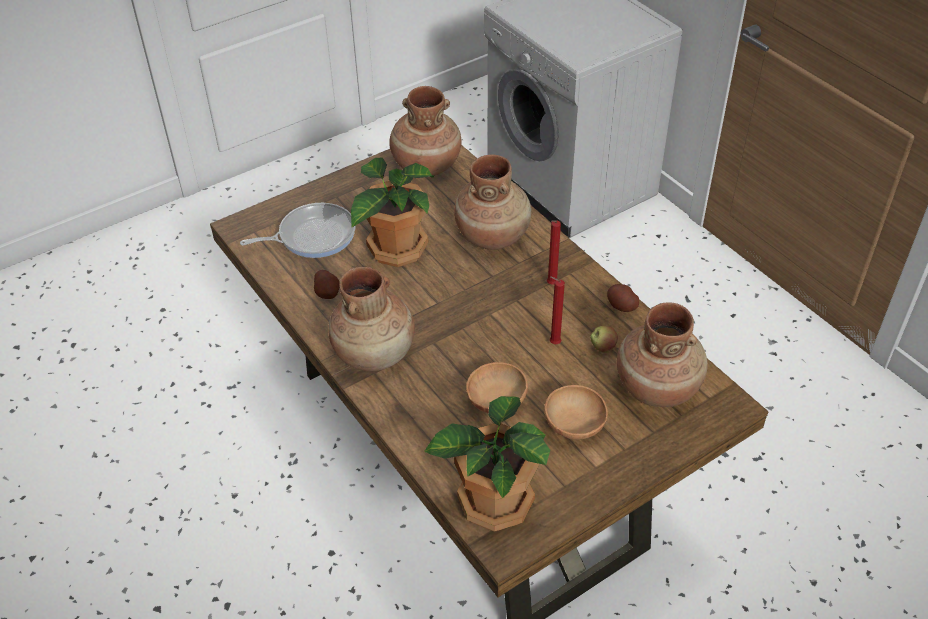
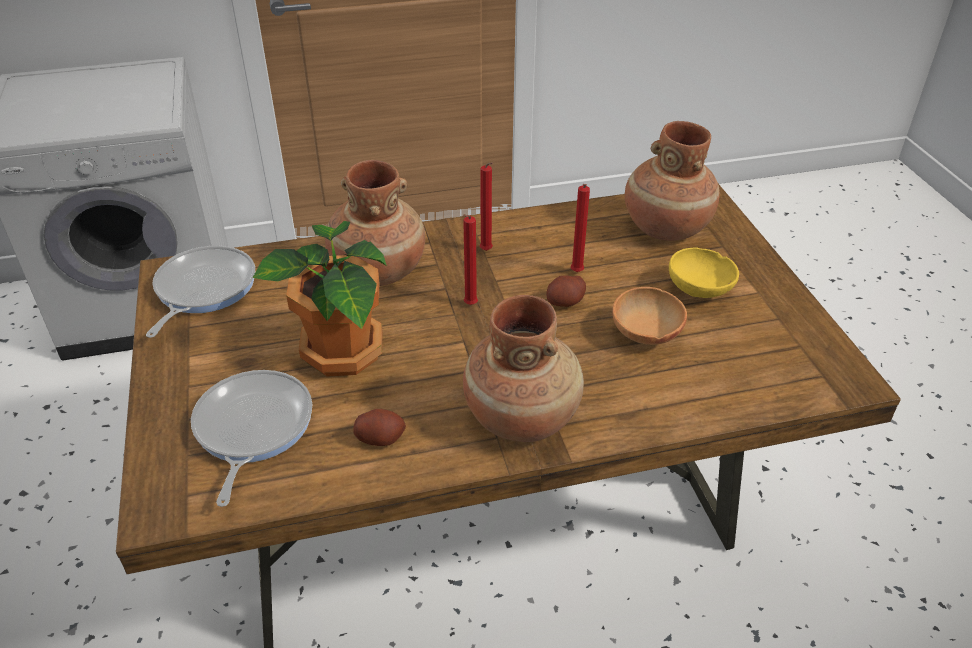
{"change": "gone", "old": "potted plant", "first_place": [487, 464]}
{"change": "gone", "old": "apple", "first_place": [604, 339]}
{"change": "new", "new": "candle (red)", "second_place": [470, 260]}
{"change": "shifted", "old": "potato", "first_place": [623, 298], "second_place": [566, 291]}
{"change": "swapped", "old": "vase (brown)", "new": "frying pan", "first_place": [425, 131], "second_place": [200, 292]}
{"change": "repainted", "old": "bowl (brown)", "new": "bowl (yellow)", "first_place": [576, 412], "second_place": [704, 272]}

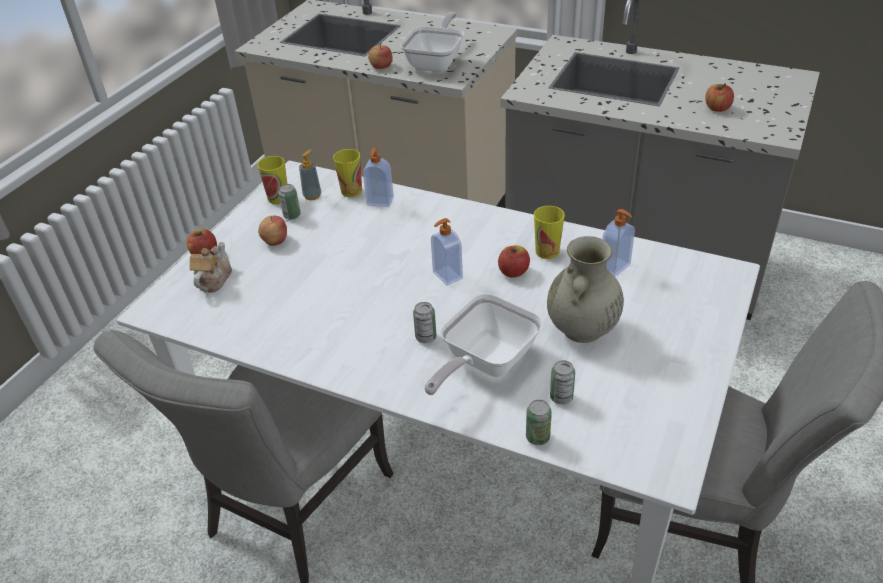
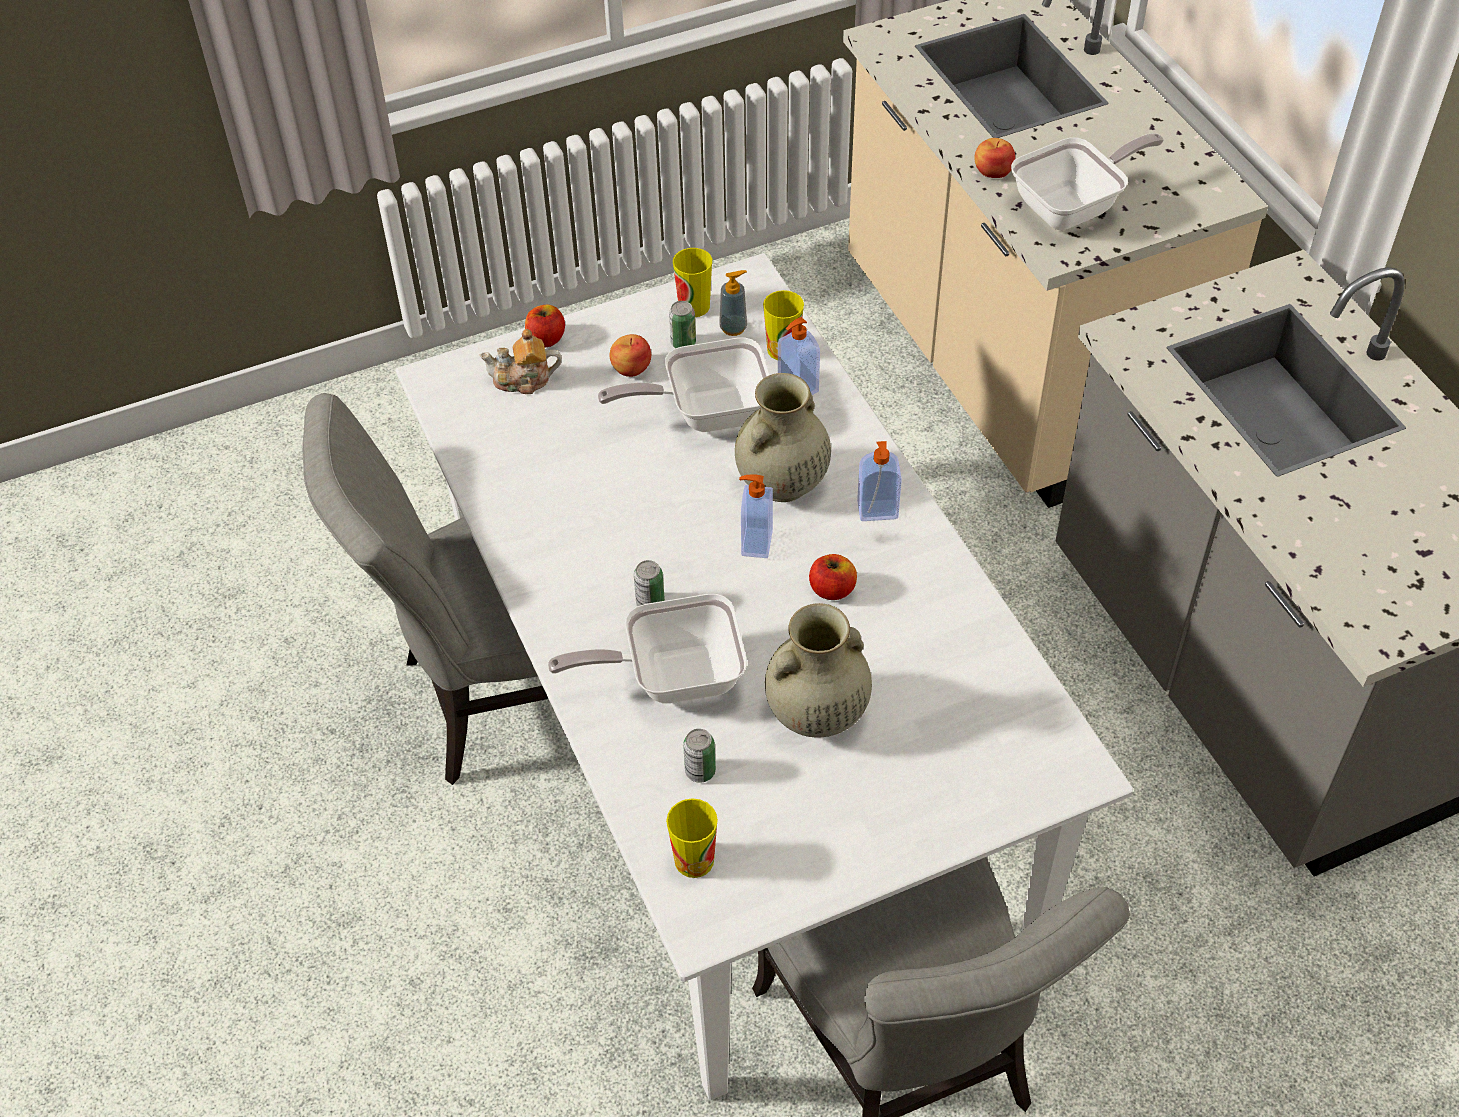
{"change": "gone", "old": "can", "first_place": [539, 422]}
{"change": "gone", "old": "apple", "first_place": [719, 98]}
{"change": "new", "new": "frying pan", "second_place": [684, 384]}
{"change": "new", "new": "vase (beige)", "second_place": [783, 437]}
{"change": "shifted", "old": "cup", "first_place": [549, 232], "second_place": [692, 838]}
{"change": "shifted", "old": "soap dispenser", "first_place": [619, 243], "second_place": [879, 481]}
{"change": "rotated", "old": "teapot", "first_place": [211, 267], "second_place": [521, 361], "degrees": -150}

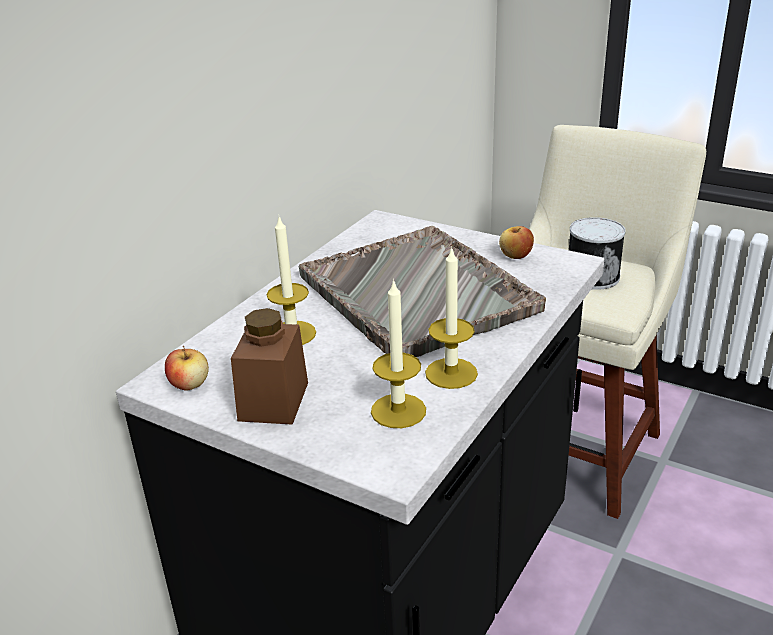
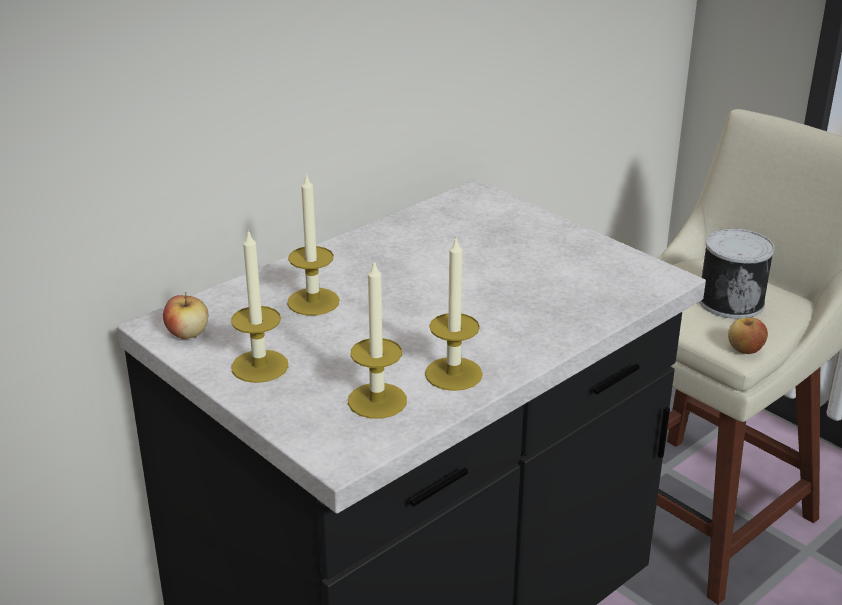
{"change": "gone", "old": "tray (grey)", "first_place": [422, 291]}
{"change": "shifted", "old": "apple", "first_place": [516, 242], "second_place": [748, 336]}
{"change": "swapped", "old": "jar (brown)", "new": "candle", "first_place": [269, 366], "second_place": [259, 306]}

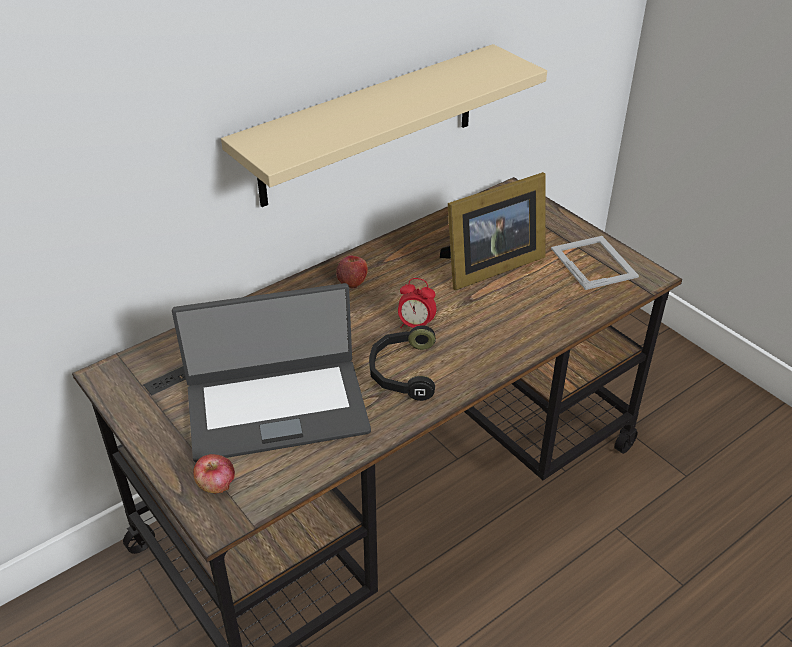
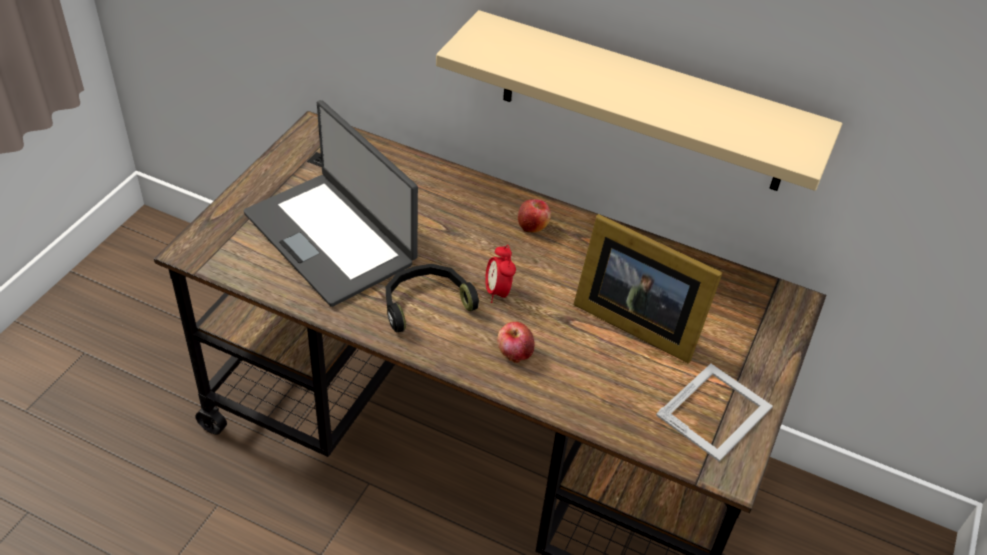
{"change": "shifted", "old": "apple", "first_place": [214, 474], "second_place": [516, 342]}

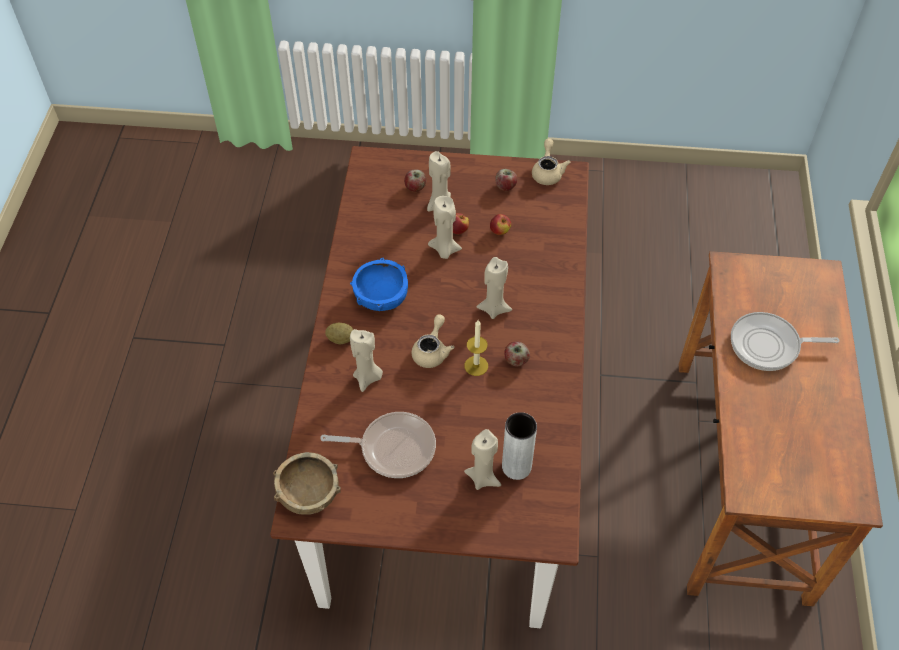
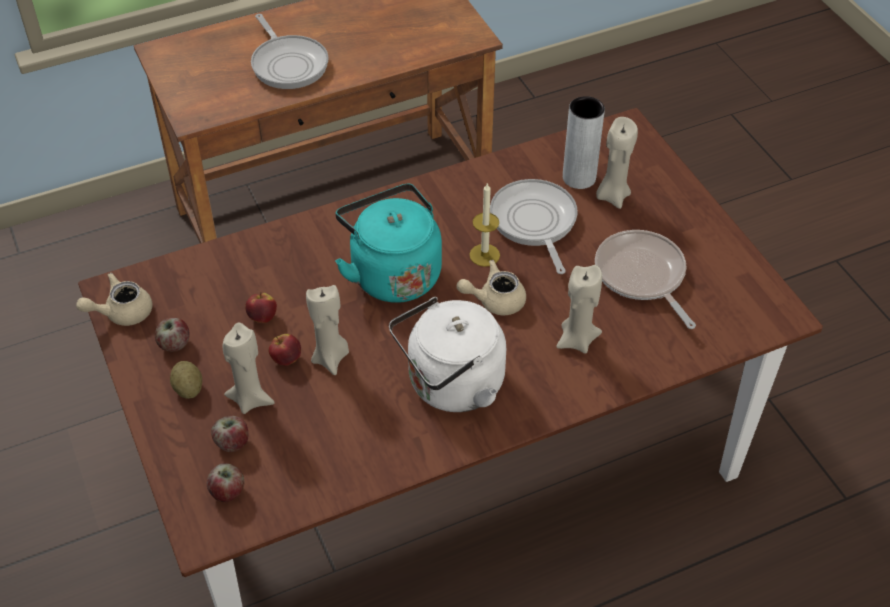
{"change": "gone", "old": "bowl (brown)", "first_place": [307, 483]}
{"change": "new", "new": "frying pan", "second_place": [534, 226]}
{"change": "shifted", "old": "potato", "first_place": [339, 333], "second_place": [186, 380]}
{"change": "shifted", "old": "apple", "first_place": [517, 354], "second_place": [225, 482]}
{"change": "swapped", "old": "bowl (blue)", "new": "kettle (white)", "first_place": [379, 284], "second_place": [447, 354]}
{"change": "swapped", "old": "candle (beige)", "new": "kettle (turquoise)", "first_place": [494, 288], "second_place": [388, 243]}

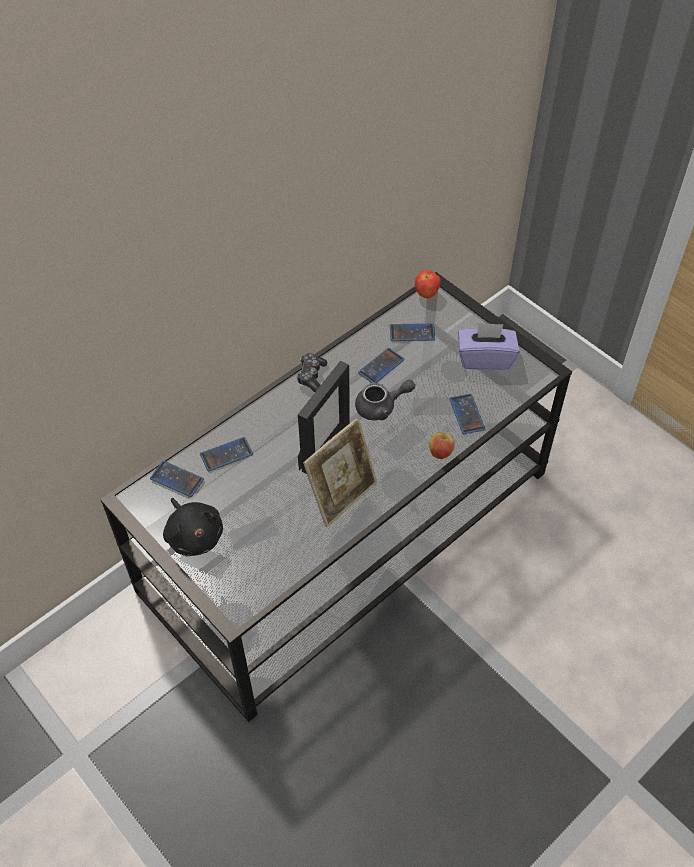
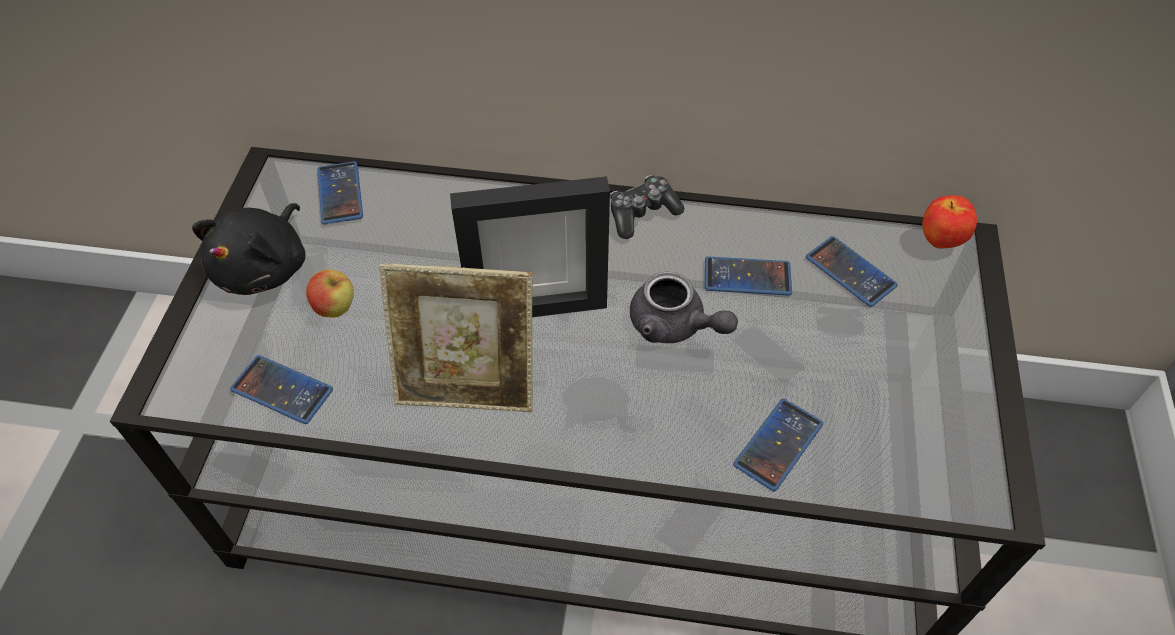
{"change": "gone", "old": "tissue box (purple)", "first_place": [488, 346]}
{"change": "shifted", "old": "phone", "first_place": [226, 454], "second_place": [281, 389]}
{"change": "shifted", "old": "apple", "first_place": [442, 444], "second_place": [330, 293]}

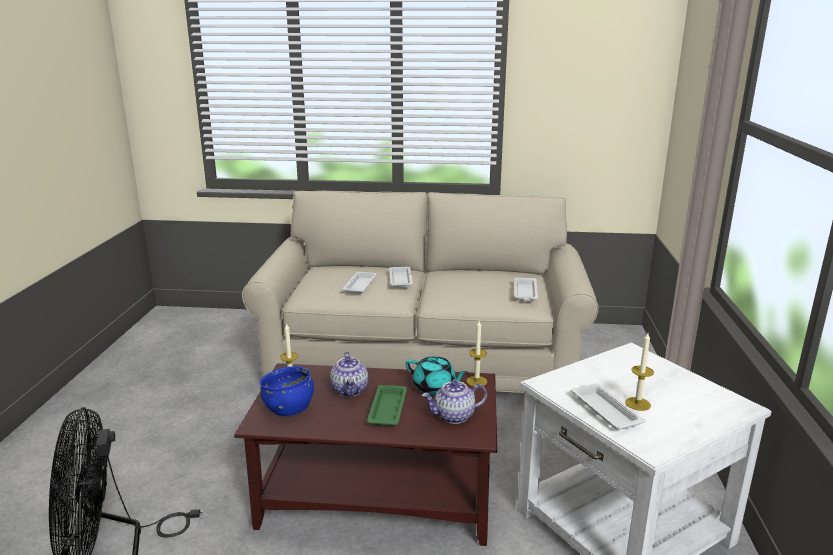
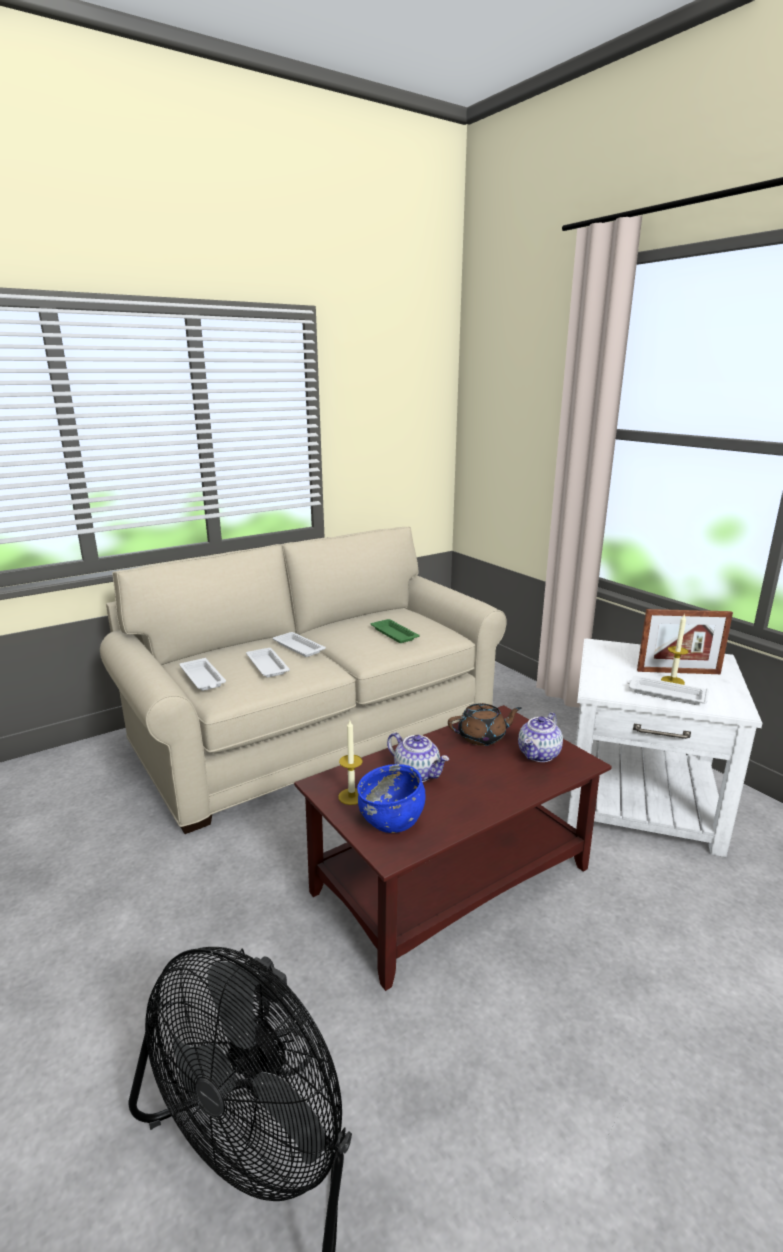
{"change": "gone", "old": "candle", "first_place": [477, 353]}
{"change": "new", "new": "picture frame", "second_place": [685, 641]}
{"change": "shifted", "old": "tray (green)", "first_place": [387, 405], "second_place": [395, 631]}
{"change": "shifted", "old": "tray (white)", "first_place": [526, 289], "second_place": [203, 674]}
{"change": "repainted", "old": "teapot (turquoise)", "new": "teapot (brown)", "first_place": [437, 375], "second_place": [485, 724]}

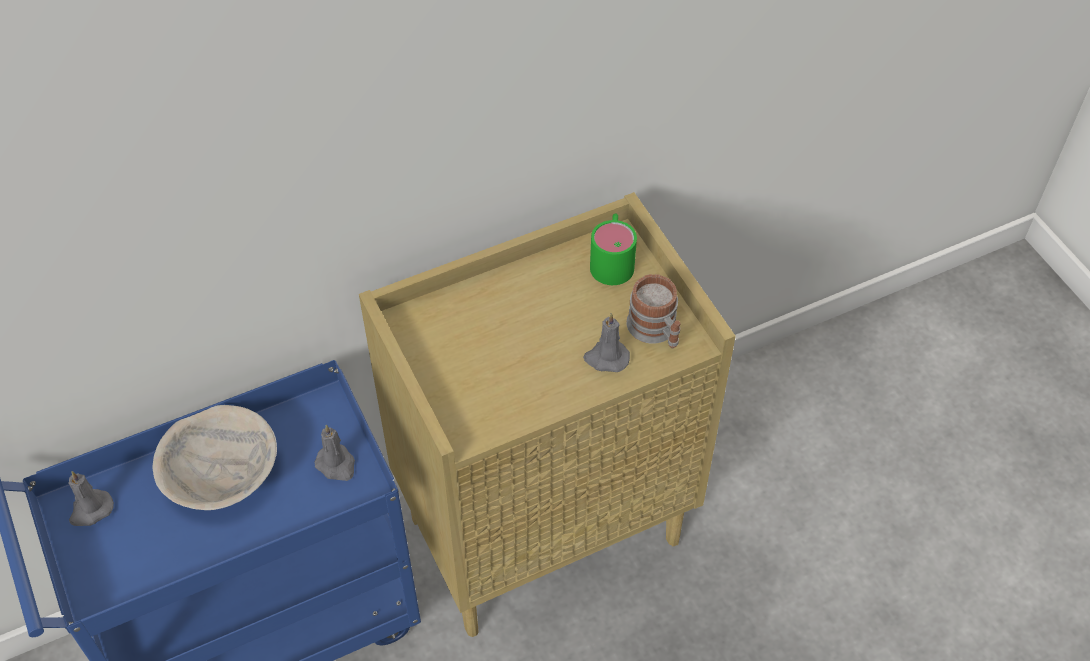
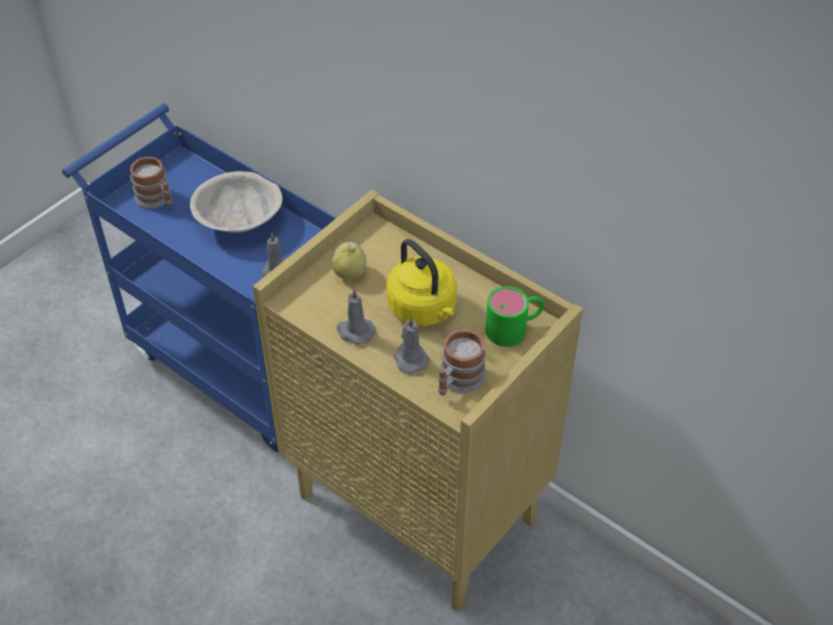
{"change": "new", "new": "mug", "second_place": [151, 182]}
{"change": "new", "new": "apple", "second_place": [349, 261]}
{"change": "new", "new": "kettle (yellow)", "second_place": [421, 282]}
{"change": "shifted", "old": "candle (grey)", "first_place": [91, 498], "second_place": [356, 316]}

